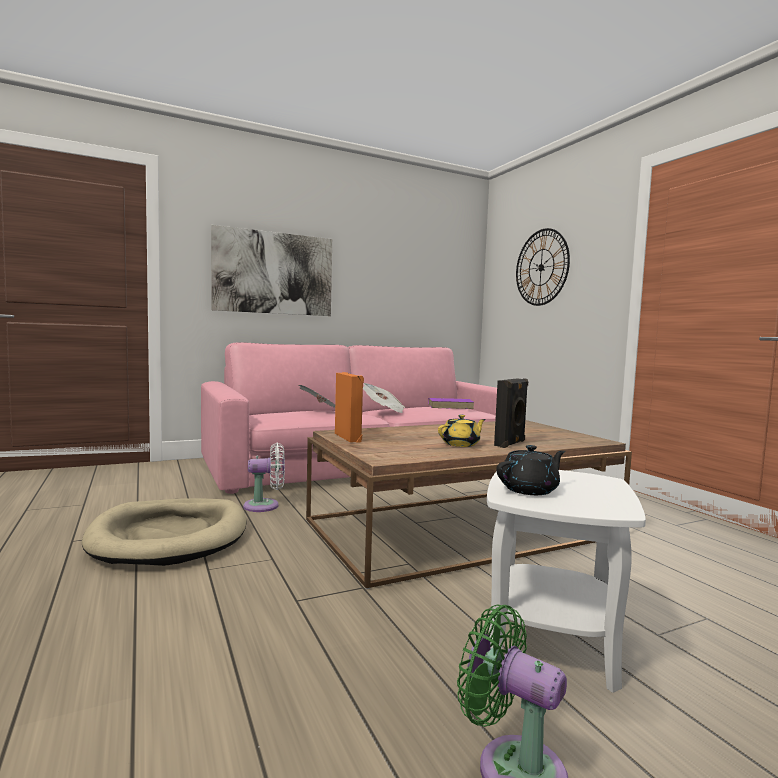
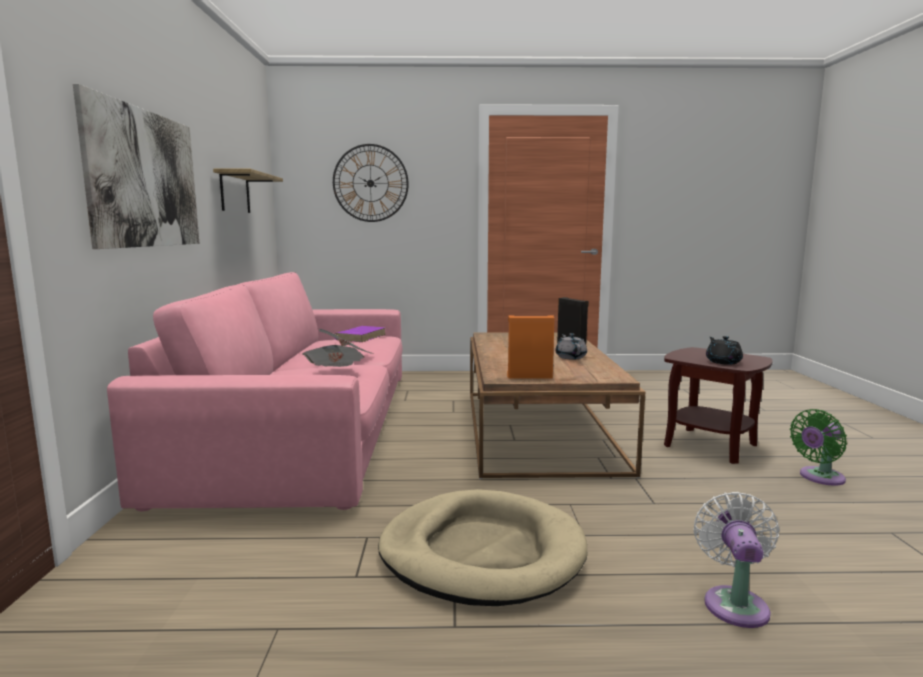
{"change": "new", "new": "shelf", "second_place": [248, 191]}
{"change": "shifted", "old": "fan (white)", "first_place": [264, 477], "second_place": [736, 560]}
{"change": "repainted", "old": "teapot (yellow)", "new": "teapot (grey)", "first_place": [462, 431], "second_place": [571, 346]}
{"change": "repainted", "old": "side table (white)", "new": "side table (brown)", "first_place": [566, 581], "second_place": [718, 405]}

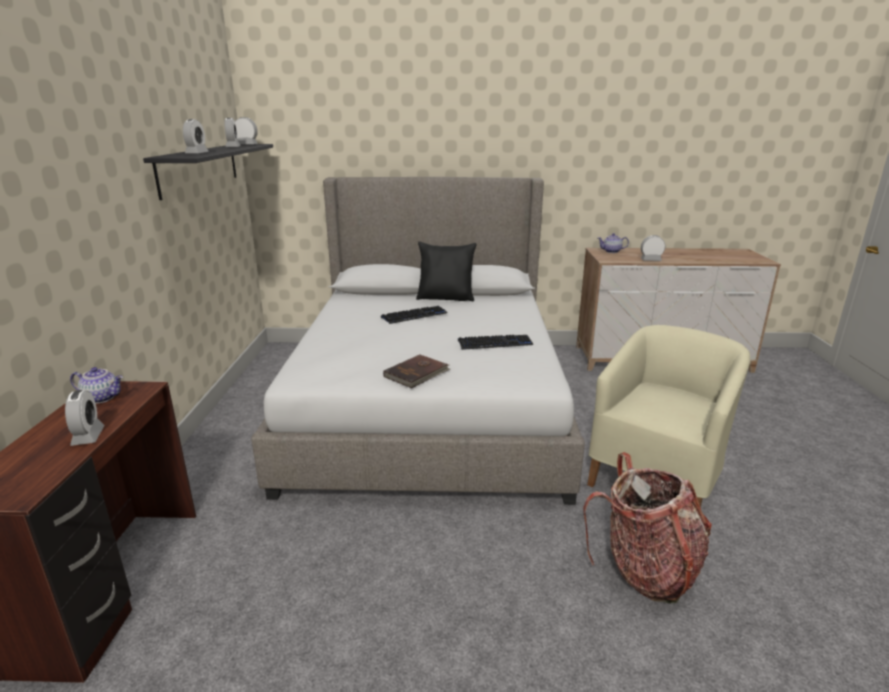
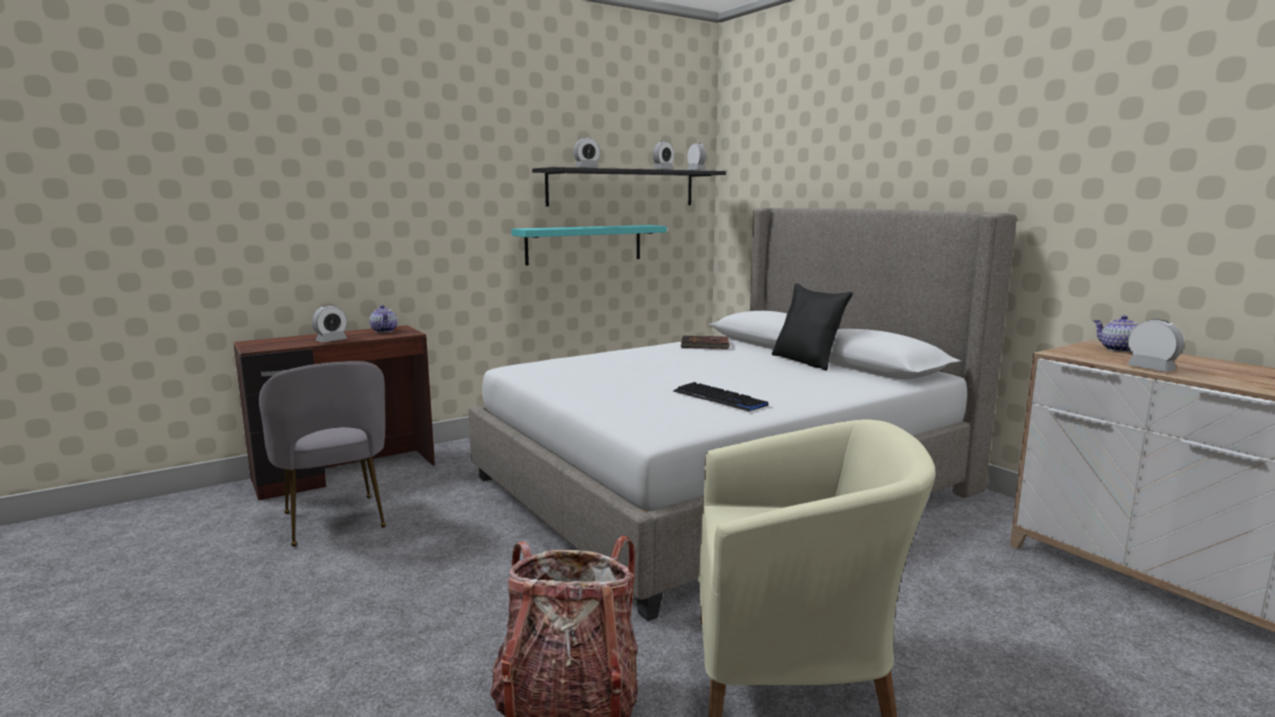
{"change": "gone", "old": "keyboard", "first_place": [414, 315]}
{"change": "new", "new": "chair (grey)", "second_place": [322, 454]}
{"change": "new", "new": "shelf (turquoise)", "second_place": [589, 245]}
{"change": "shifted", "old": "book (brown)", "first_place": [416, 371], "second_place": [705, 342]}

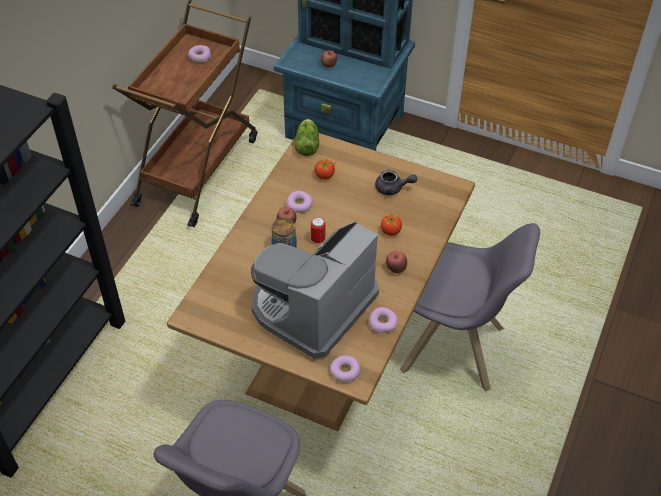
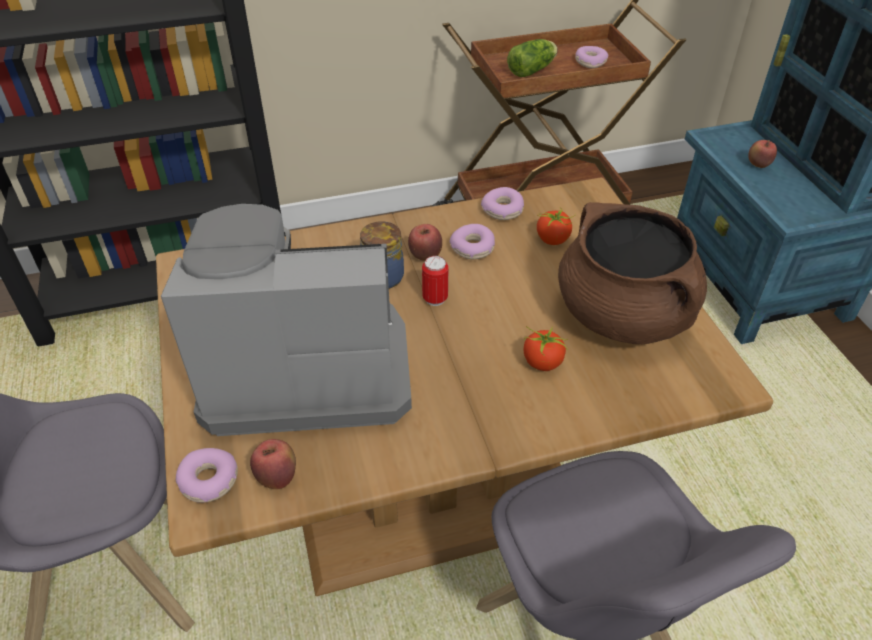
{"change": "shifted", "old": "lettuce", "first_place": [307, 137], "second_place": [532, 58]}
{"change": "shifted", "old": "donut", "first_place": [383, 320], "second_place": [502, 203]}
{"change": "shifted", "old": "apple", "first_place": [396, 262], "second_place": [273, 464]}
{"change": "swapped", "old": "teapot (grey)", "new": "cooking pot (brown)", "first_place": [396, 183], "second_place": [632, 273]}

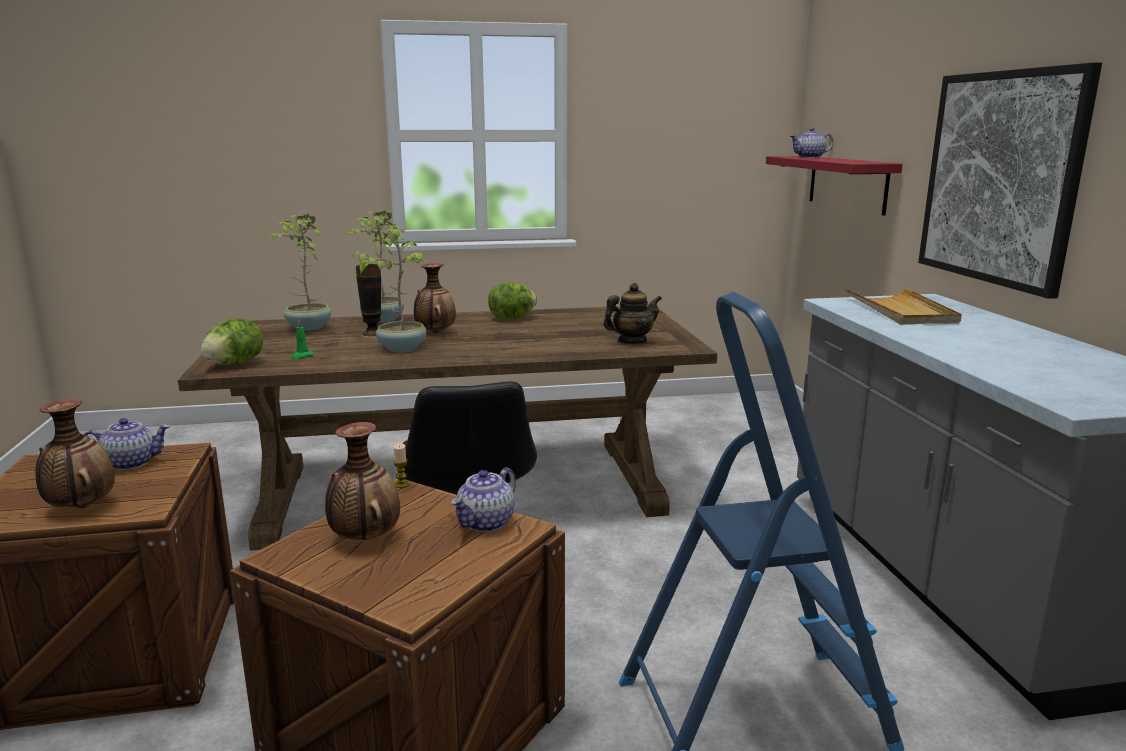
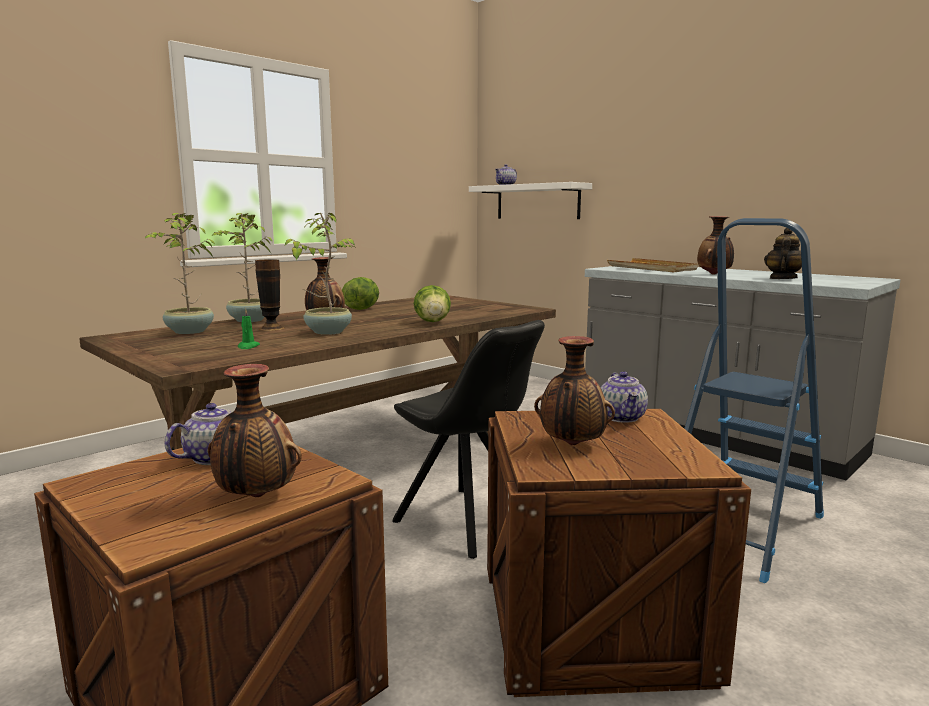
{"change": "gone", "old": "candle", "first_place": [401, 466]}
{"change": "gone", "old": "picture", "first_place": [1010, 180]}
{"change": "new", "new": "vase", "second_place": [715, 245]}
{"change": "shifted", "old": "lettuce", "first_place": [232, 342], "second_place": [432, 303]}
{"change": "shifted", "old": "teapot", "first_place": [632, 313], "second_place": [783, 253]}
{"change": "repainted", "old": "shelf (red)", "new": "shelf (white)", "first_place": [834, 185], "second_place": [530, 200]}

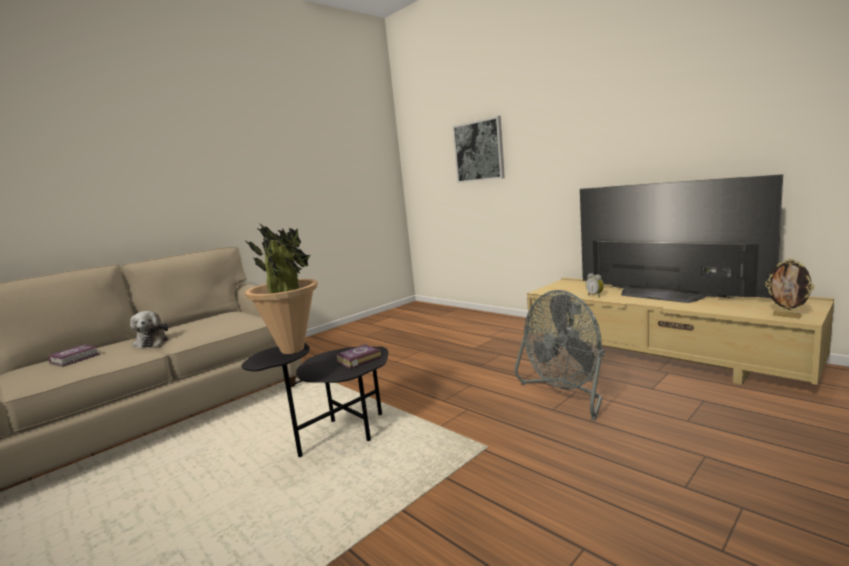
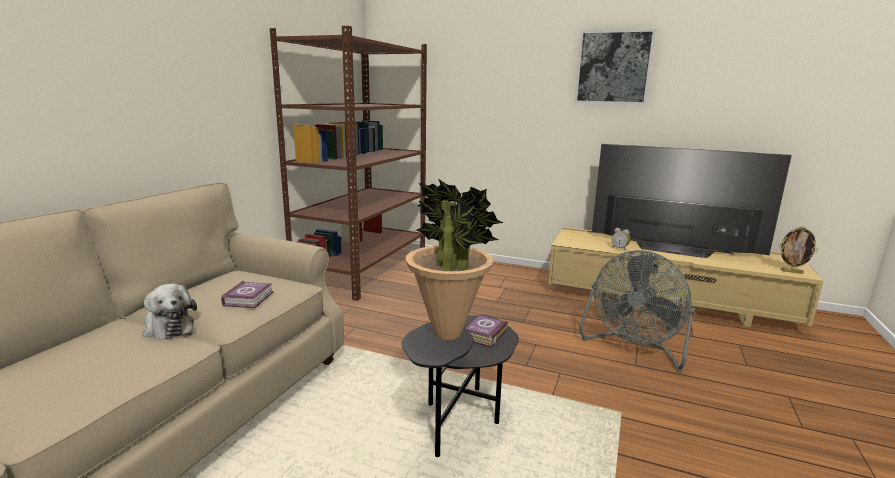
{"change": "new", "new": "bookcase (brown)", "second_place": [348, 163]}
{"change": "shifted", "old": "book", "first_place": [73, 355], "second_place": [247, 294]}
{"change": "shifted", "old": "picture", "first_place": [478, 149], "second_place": [615, 66]}

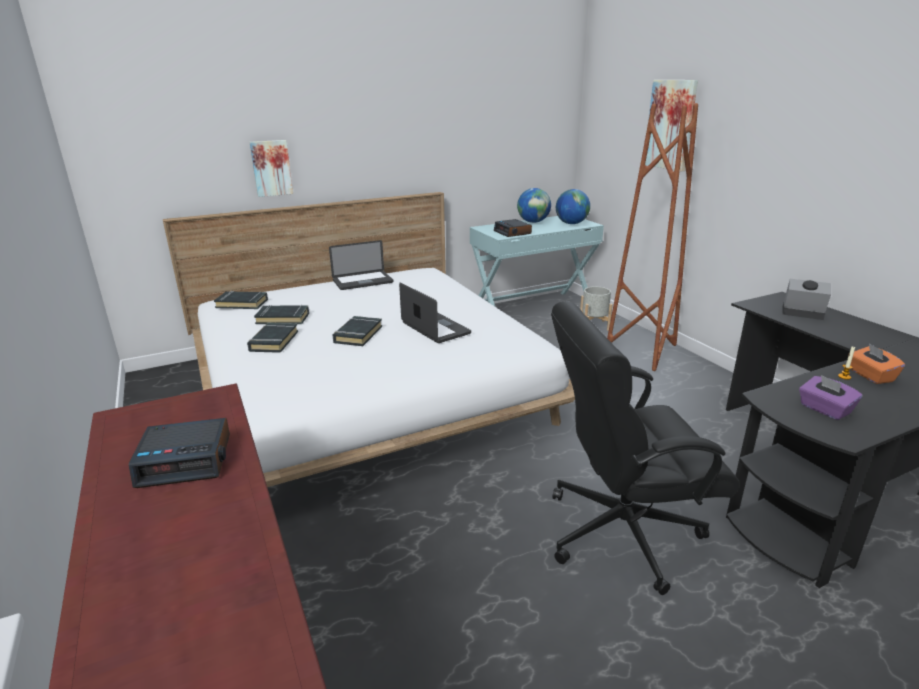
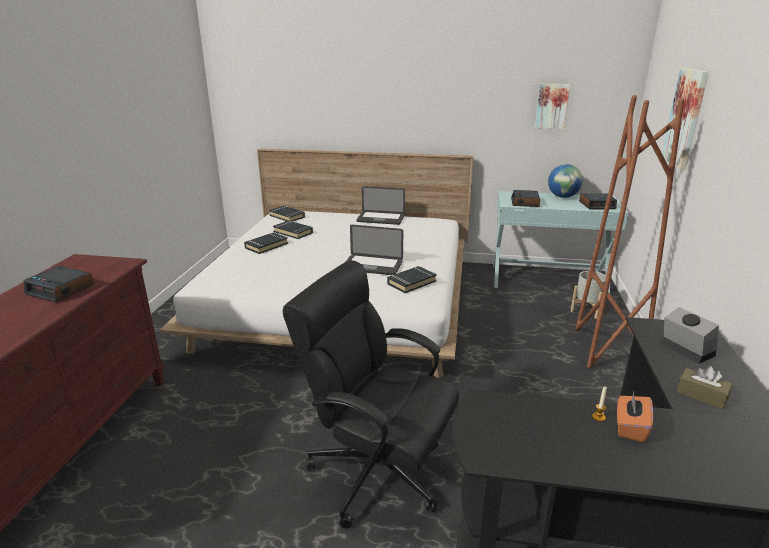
{"change": "gone", "old": "tissue box (purple)", "first_place": [830, 397]}
{"change": "new", "new": "tissue box (brown)", "second_place": [704, 387]}
{"change": "shifted", "old": "picture", "first_place": [271, 168], "second_place": [552, 106]}
{"change": "shifted", "old": "book (black)", "first_place": [357, 331], "second_place": [412, 279]}
{"change": "swapped", "old": "globe", "new": "alarm clock", "first_place": [573, 206], "second_place": [598, 201]}
{"change": "rotated", "old": "laptop", "first_place": [435, 312], "second_place": [374, 250], "degrees": 105}

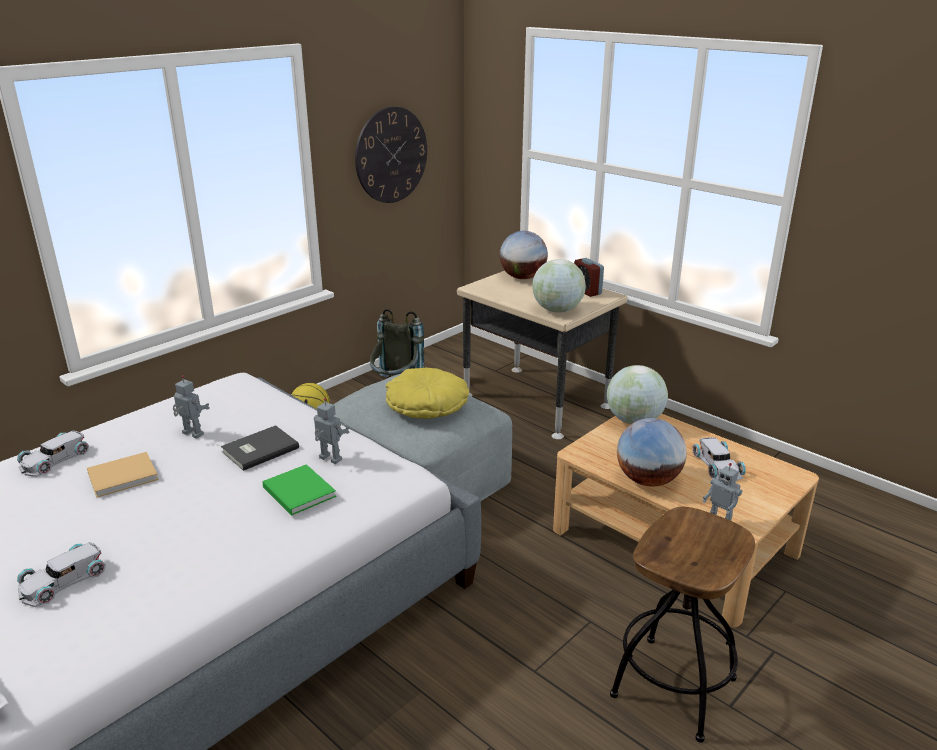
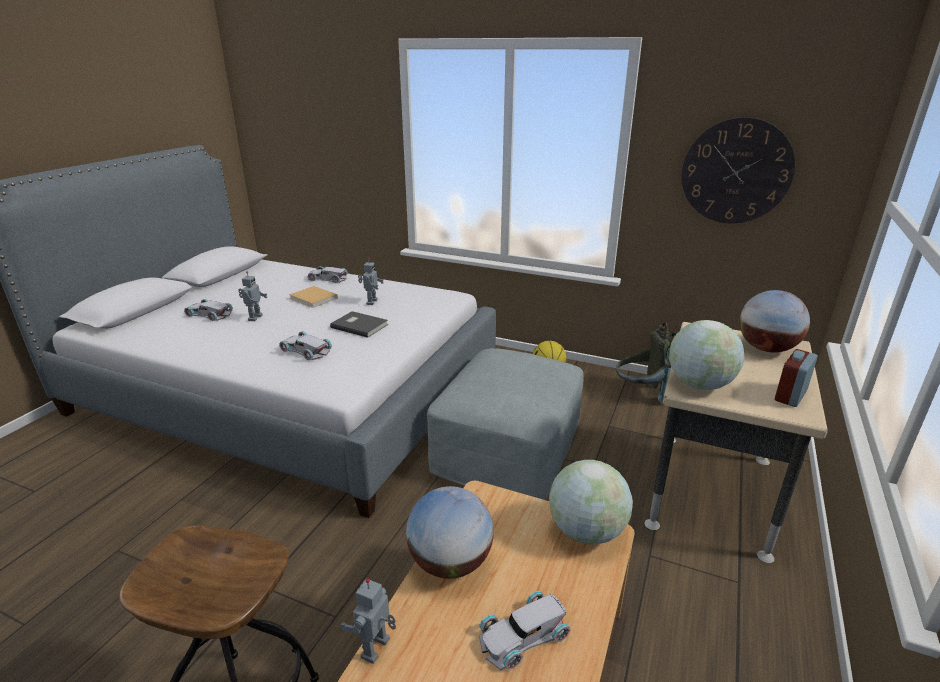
{"change": "gone", "old": "pillow (yellow)", "first_place": [428, 393]}
{"change": "shifted", "old": "toy robot", "first_place": [331, 431], "second_place": [253, 296]}
{"change": "swapped", "old": "book (green)", "new": "toy car (white)", "first_place": [299, 490], "second_place": [305, 345]}

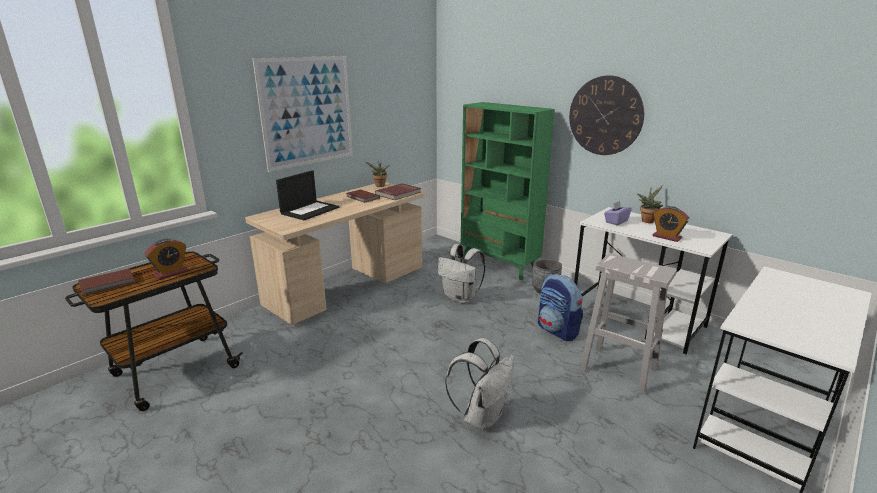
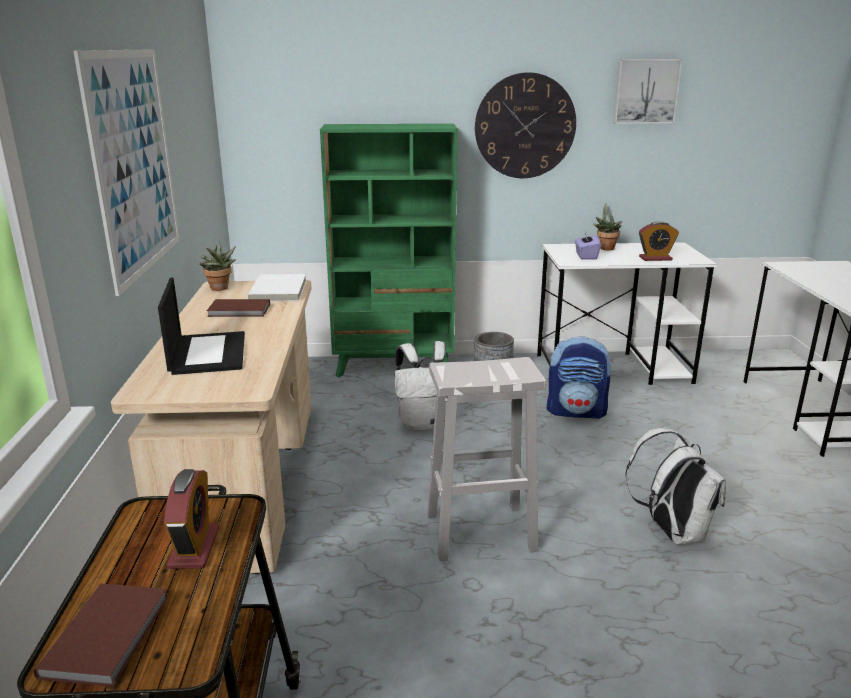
{"change": "new", "new": "picture", "second_place": [647, 91]}
{"change": "shifted", "old": "stool (white)", "first_place": [628, 324], "second_place": [486, 459]}
{"change": "repainted", "old": "book (red)", "new": "book (white)", "first_place": [398, 191], "second_place": [276, 288]}

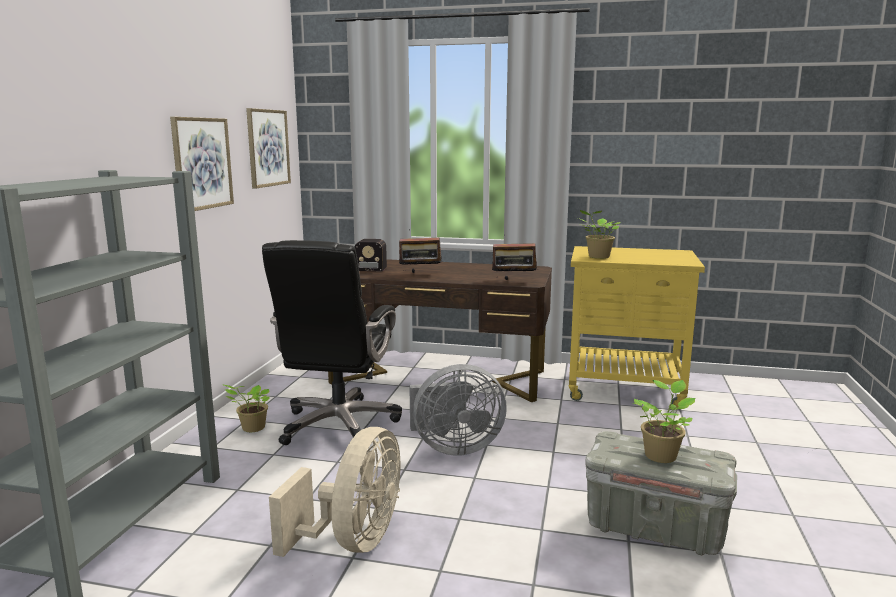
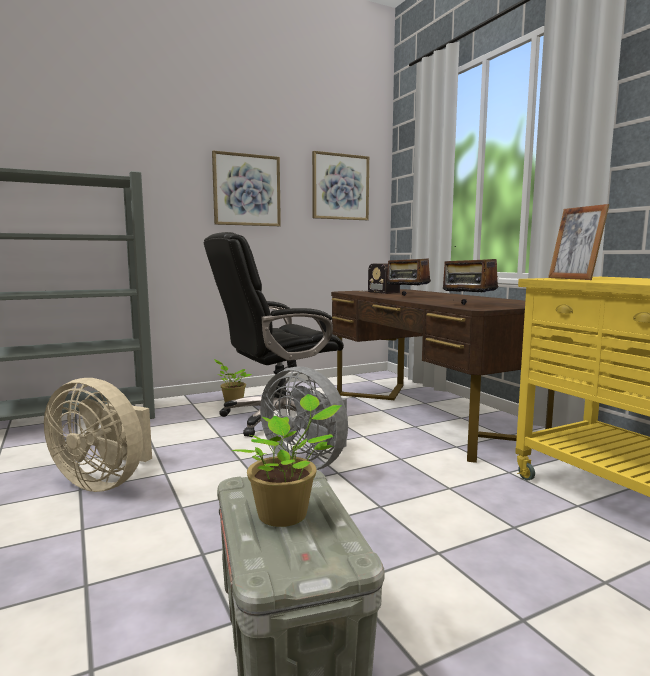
{"change": "swapped", "old": "potted plant", "new": "picture frame", "first_place": [599, 234], "second_place": [579, 242]}
{"change": "rotated", "old": "fan (beige)", "first_place": [334, 492], "second_place": [98, 435], "degrees": 45}

